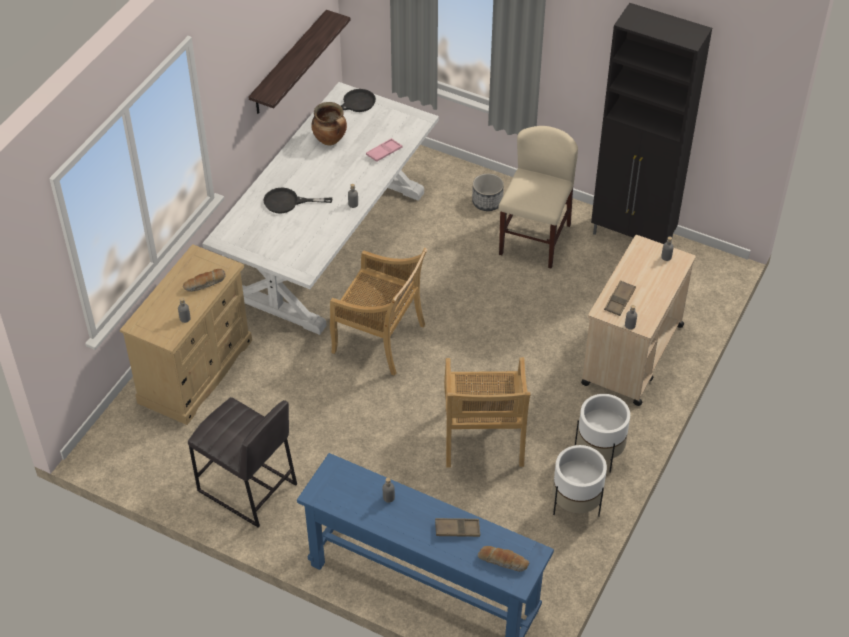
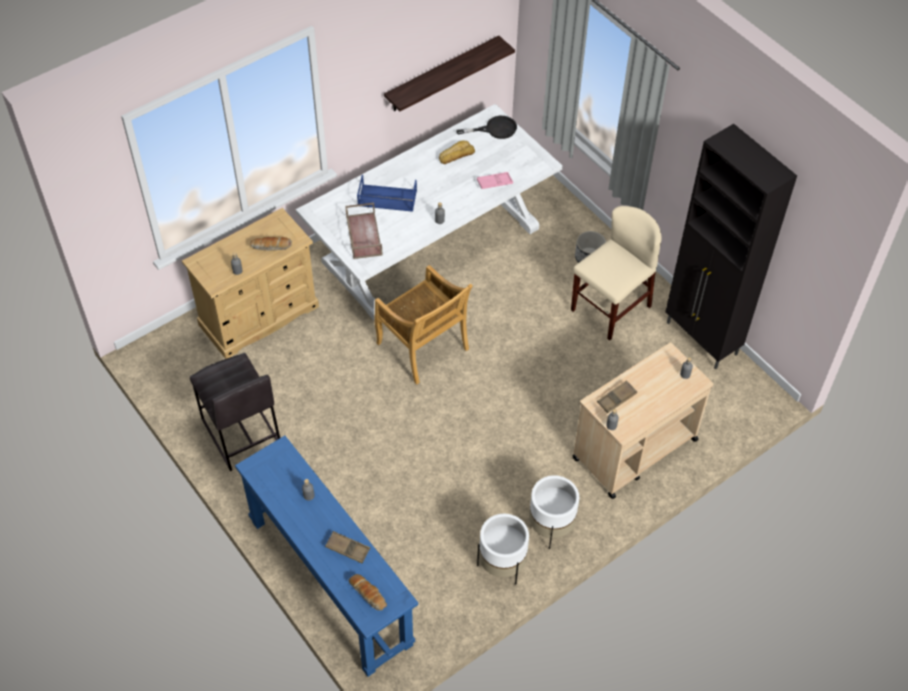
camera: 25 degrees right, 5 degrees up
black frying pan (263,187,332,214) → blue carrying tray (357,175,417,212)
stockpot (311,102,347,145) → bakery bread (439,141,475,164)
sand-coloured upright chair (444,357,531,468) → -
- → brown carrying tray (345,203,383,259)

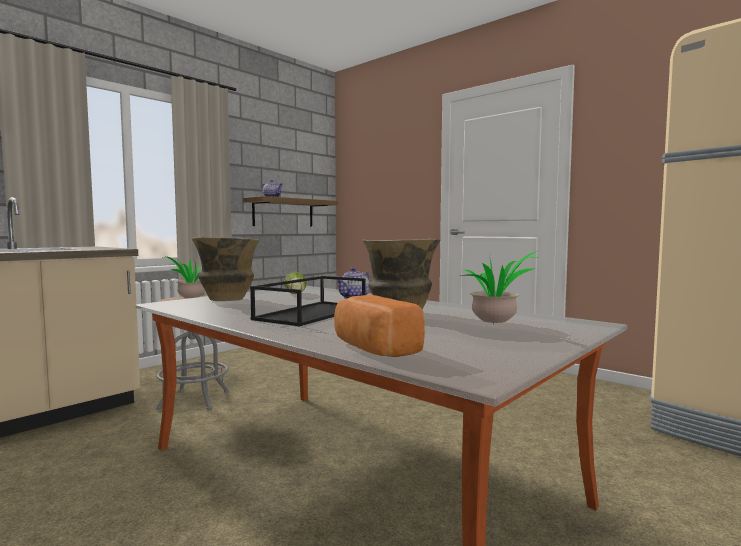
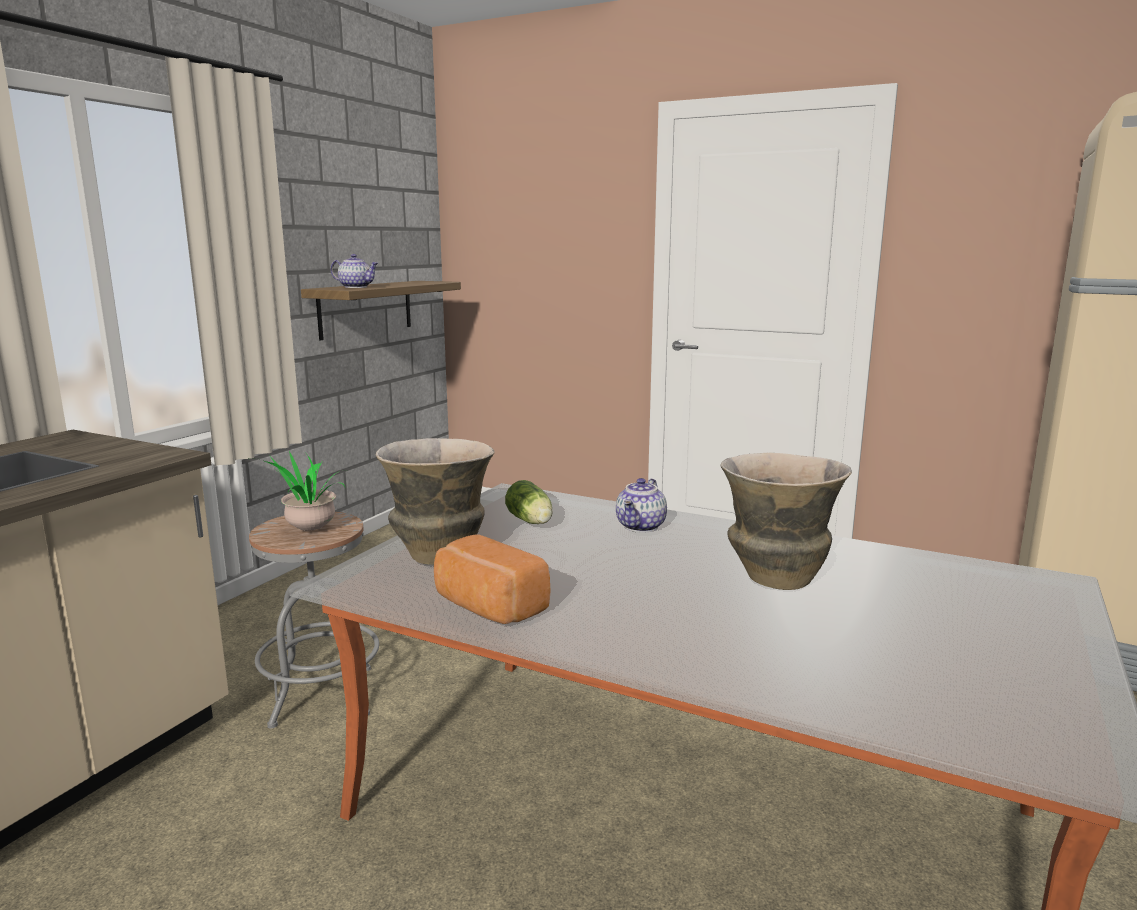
camera: 15 degrees left, 10 degrees up
black carrying tray (250,276,365,327) → -
bakery bread (334,295,425,357) → bakery bread (434,534,551,624), moved
plant in a pot (461,250,539,324) → -

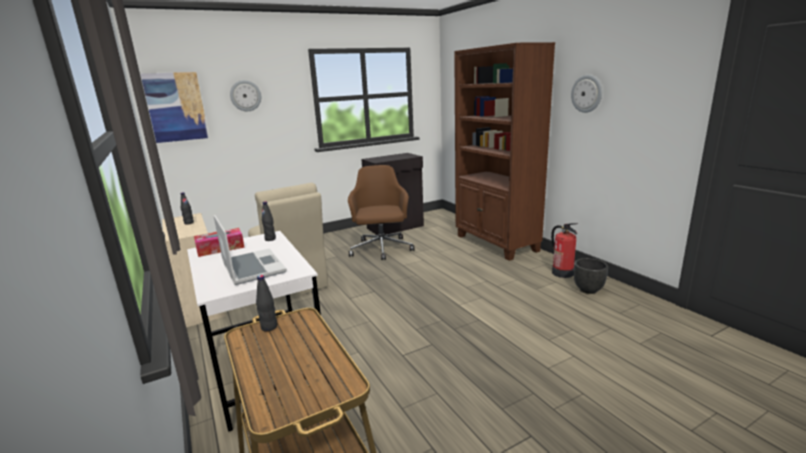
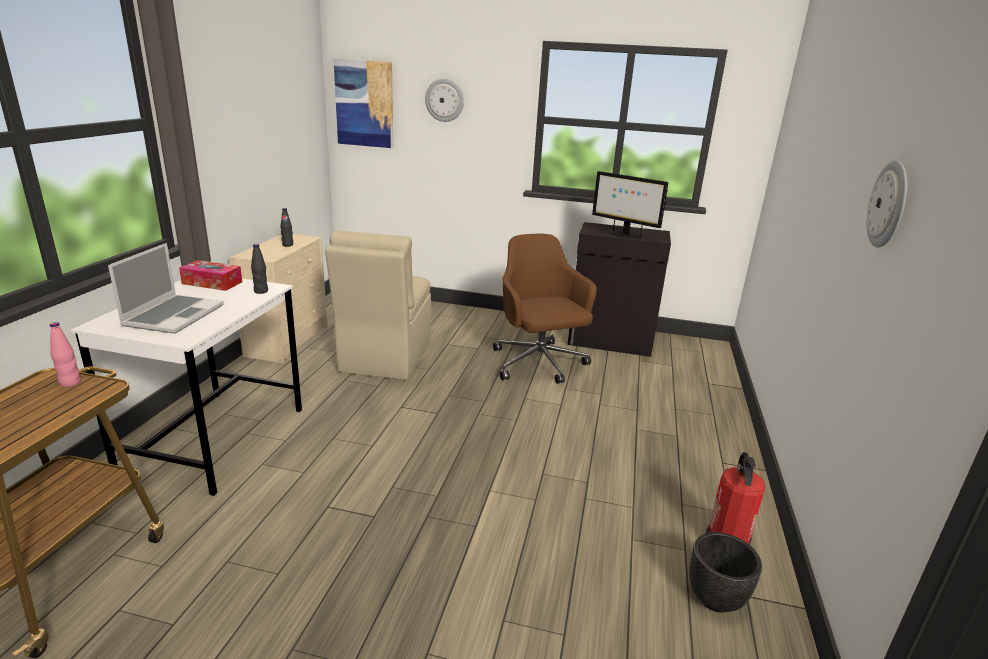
camera: 40 degrees right, 5 degrees up
black beverage bottle (256,275,277,332) → pink beverage bottle (50,322,81,387)
brown office chair (348,165,415,260) → brown office chair (493,234,597,384), 60 degrees counterclockwise
brown bookshelf (454,42,555,261) → -
- → computer screen (592,171,668,239)

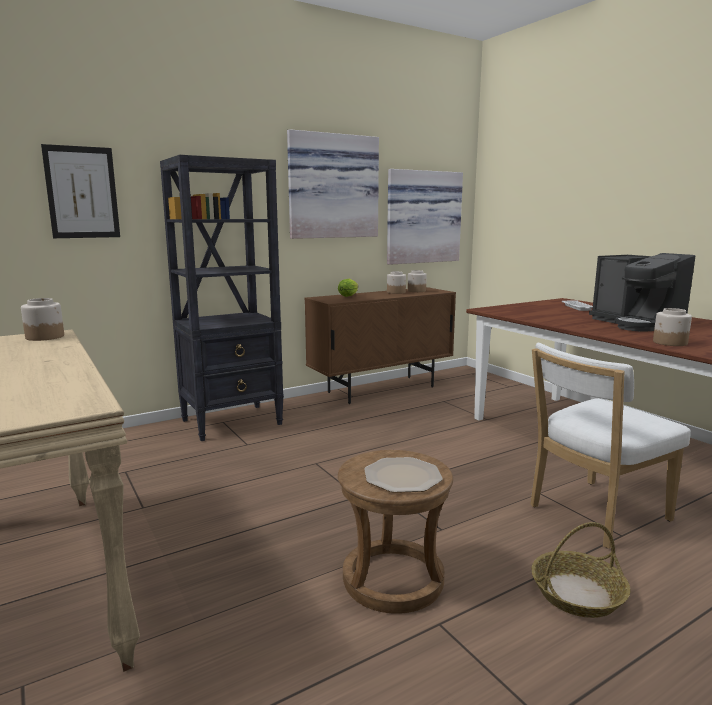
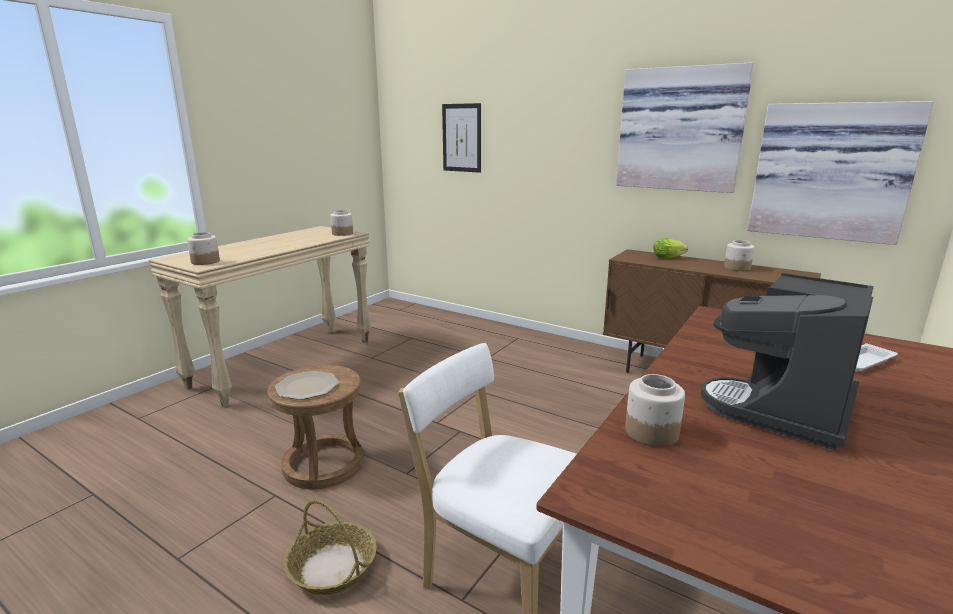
camera: 65 degrees right, 5 degrees up
black bookshelf (160,155,284,441) → -
storage jar (408,270,427,292) → storage jar (187,232,220,265), moved

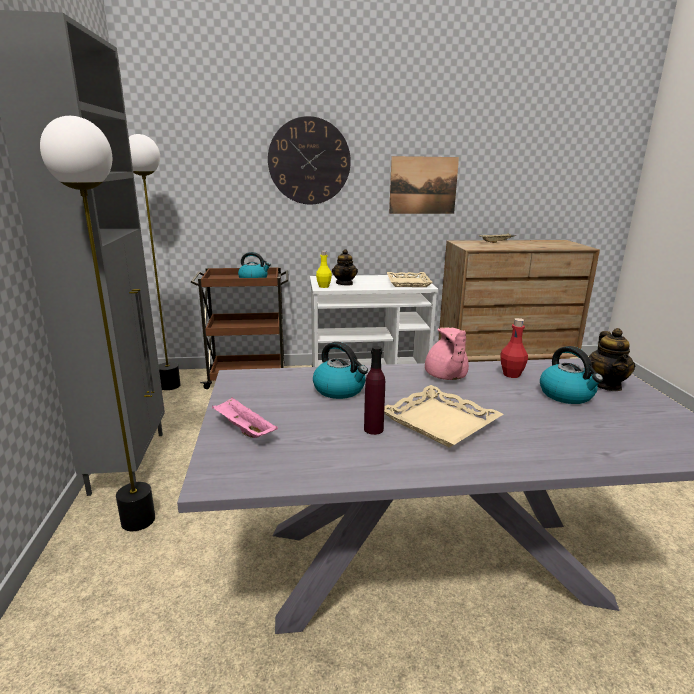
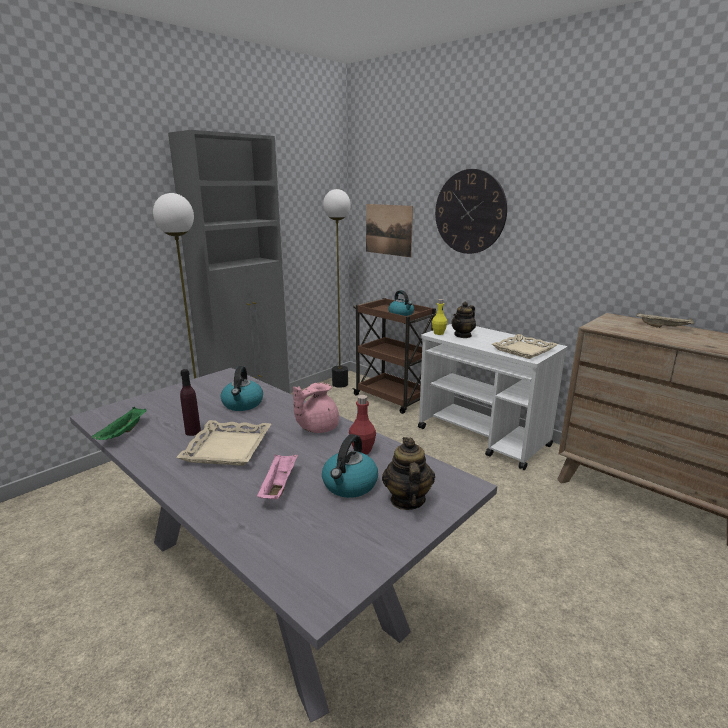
camera: 50 degrees right, 0 degrees up
pink carrying tray (212,397,278,438) → pink carrying tray (257,454,298,499), moved
picture (389,156,459,214) → picture (366,204,413,257), moved
teapot (589,328,635,391) → teapot (382,437,435,510), 120 degrees clockwise
- → greenish carrying tray (91,407,147,440)

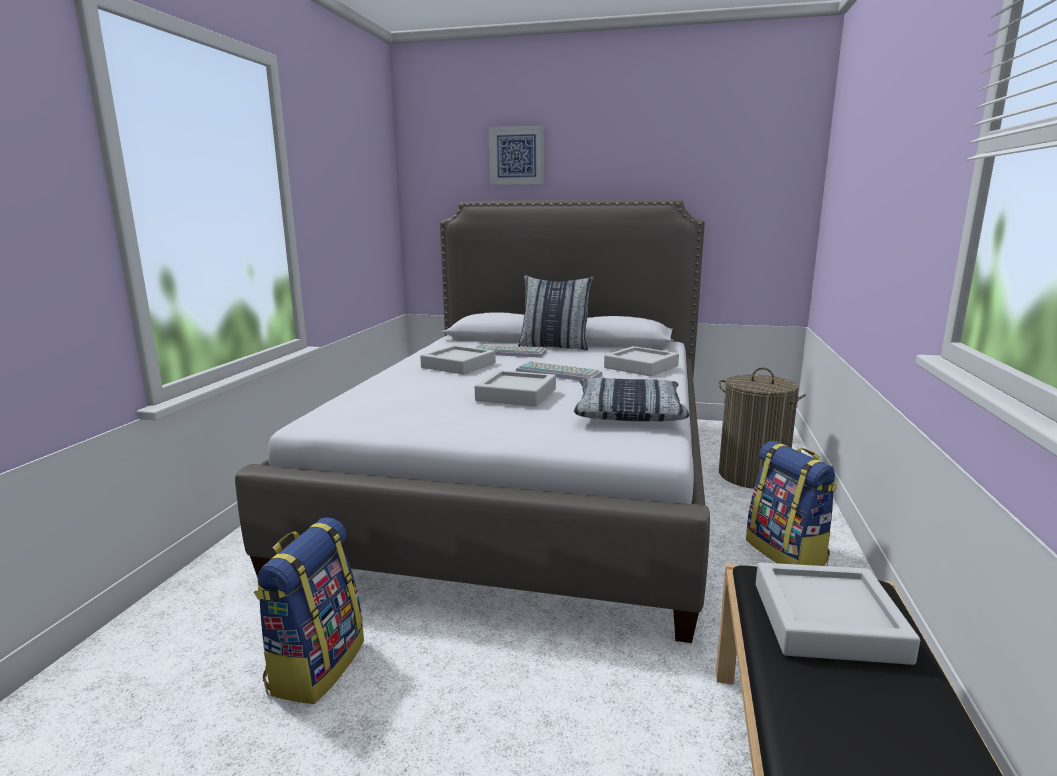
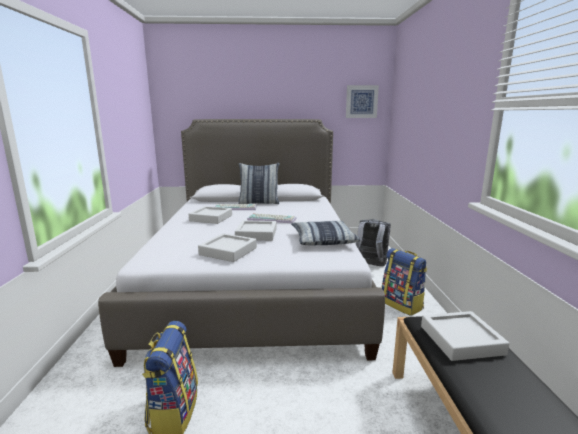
camera: 15 degrees left, 0 degrees up
picture (489,125,544,185) → picture (346,85,379,118), moved
greyish carrying tray (604,346,679,376) → greyish carrying tray (198,233,257,262), moved
washing basket (718,367,806,489) → greyish backpack (356,219,391,266)

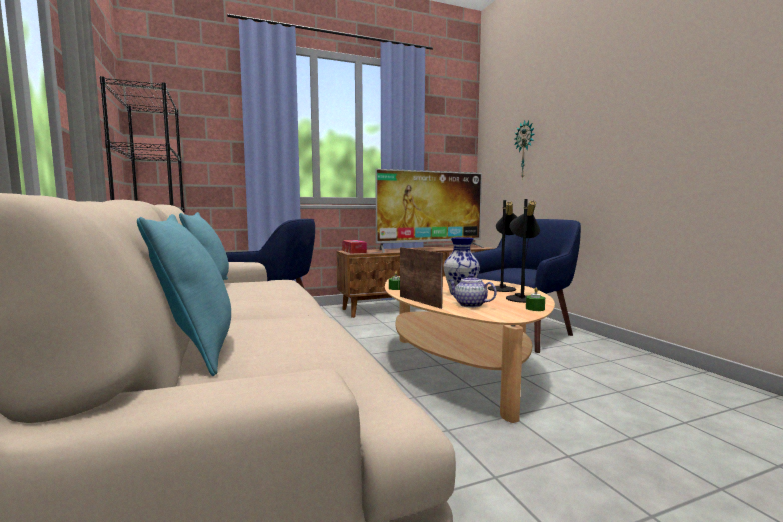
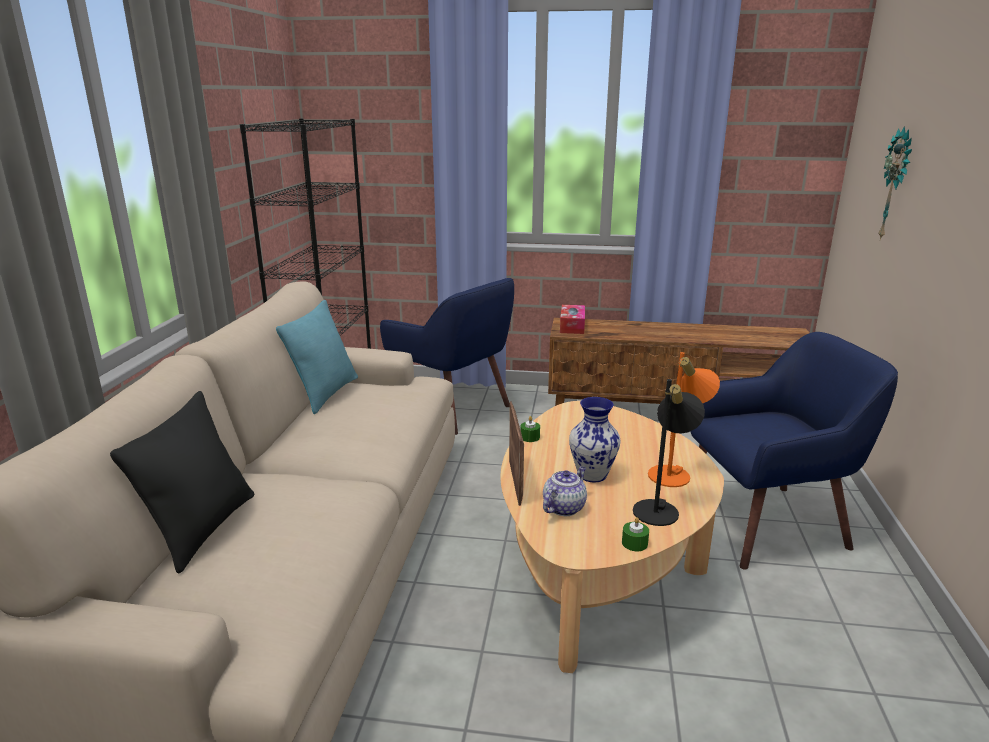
camera: 30 degrees right, 15 degrees up
blue-green cushion (137,214,231,376) → black cushion (110,391,254,573)
TV set (375,169,485,253) → -
teapot (448,274,497,308) → teapot (543,466,587,516), 60 degrees clockwise
black lamp for a table (488,200,517,292) → orange-coloured lamp for a table (648,352,720,487)

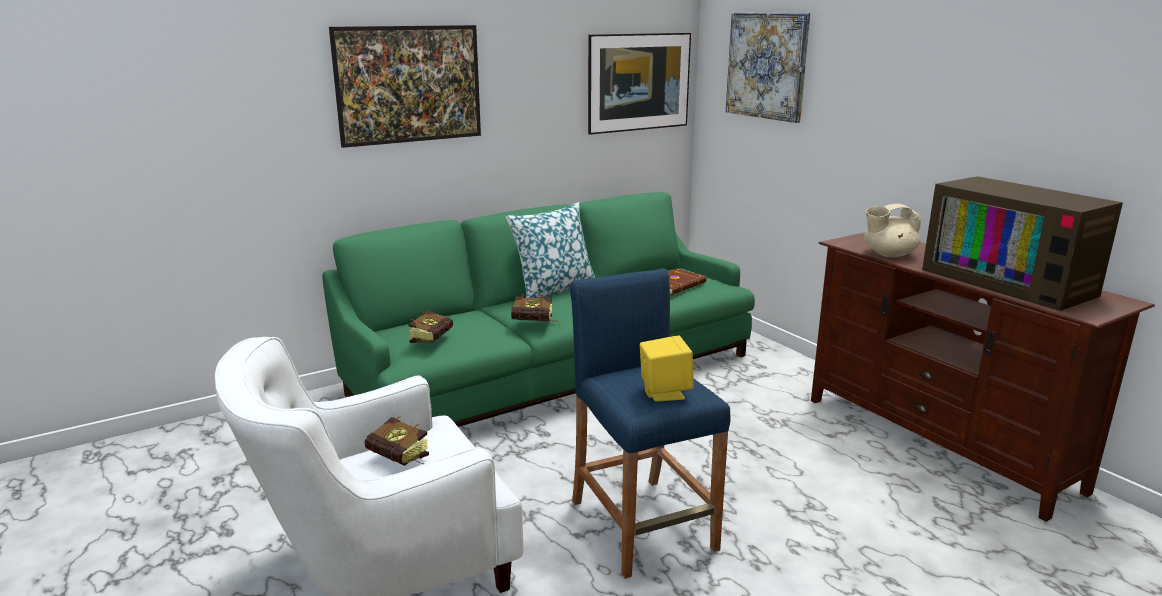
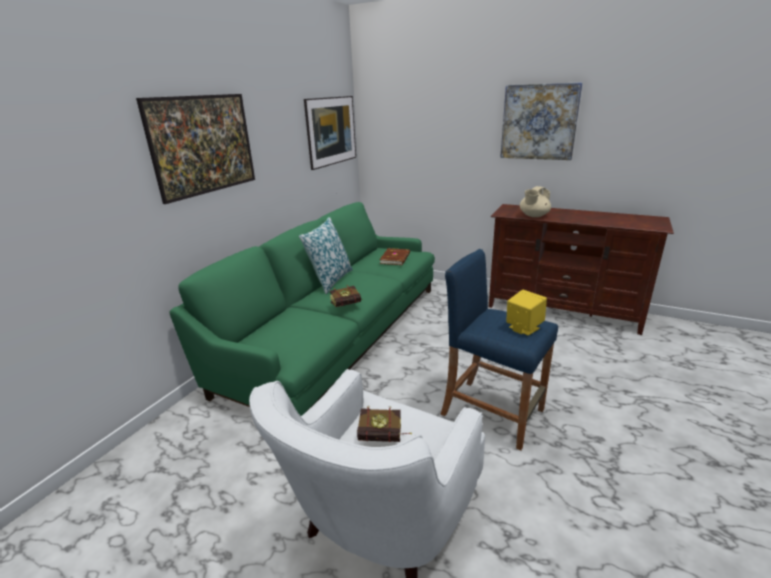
camera: 30 degrees left, 5 degrees up
book (408,310,453,343) → -
picture (726,13,810,123) → picture (500,82,583,160), moved
TV set (922,176,1123,311) → -

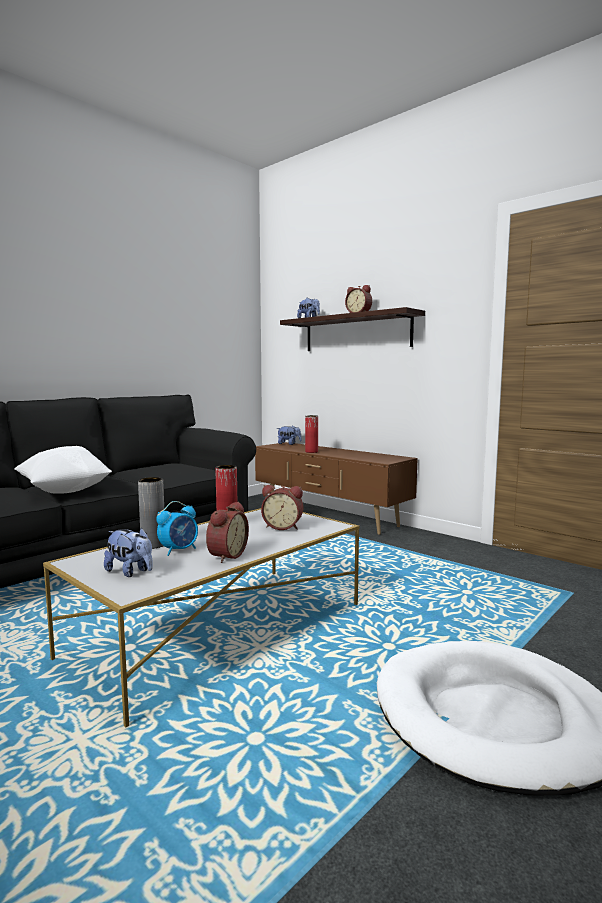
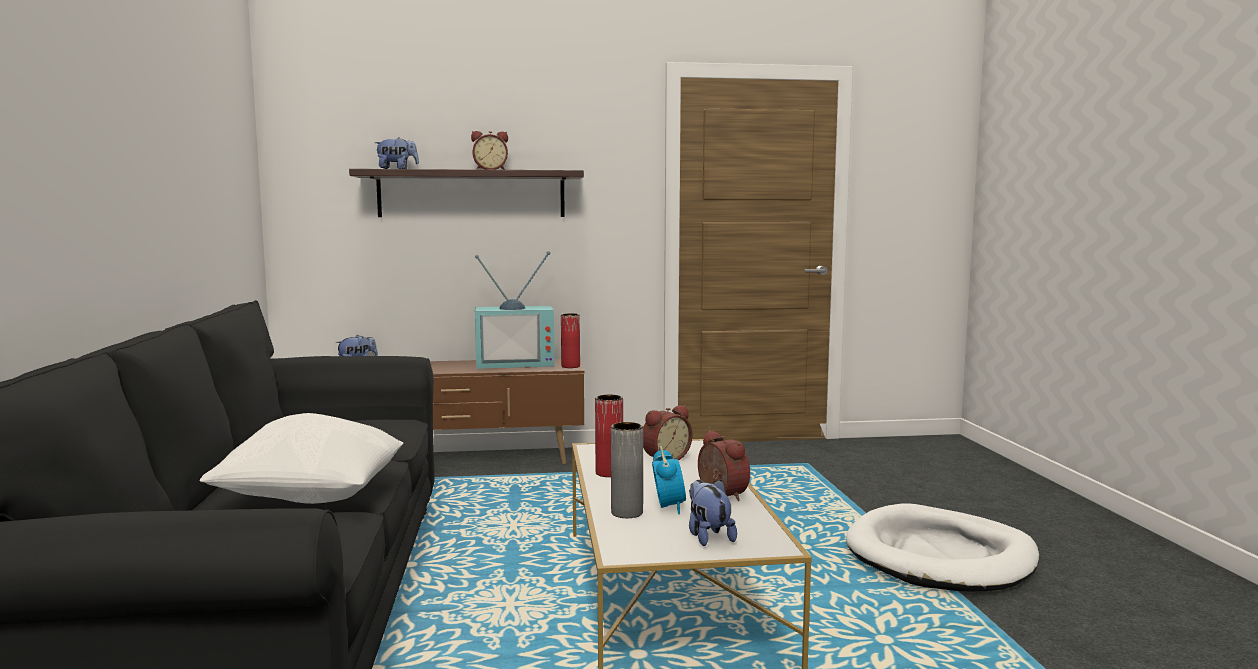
camera: 50 degrees left, 0 degrees up
plush toy (104,527,153,577) → plush toy (689,480,737,546), 90 degrees counterclockwise
reddish decorative vase (305,415,318,453) → reddish decorative vase (561,313,580,368), moved
- → TV set (475,251,555,369)

